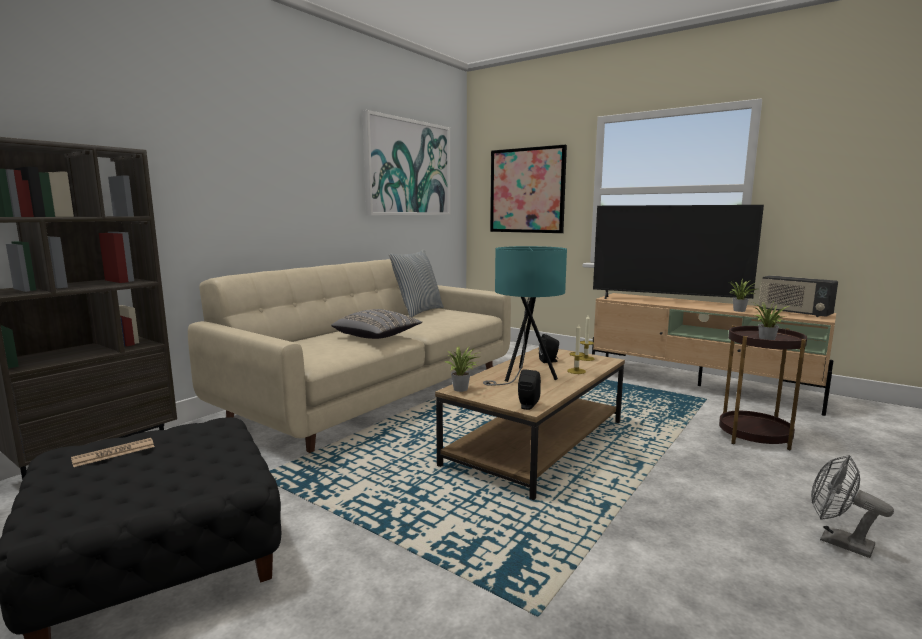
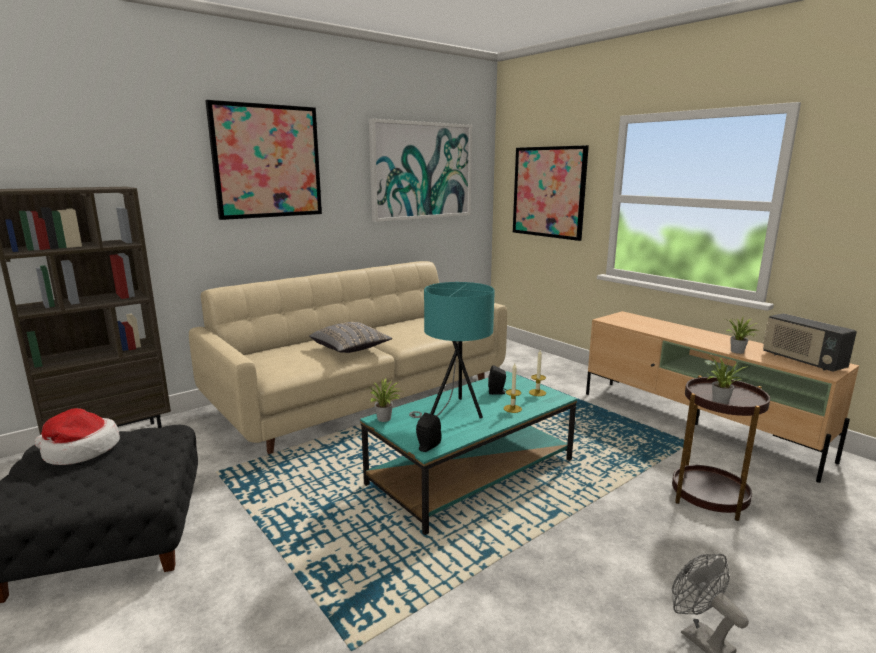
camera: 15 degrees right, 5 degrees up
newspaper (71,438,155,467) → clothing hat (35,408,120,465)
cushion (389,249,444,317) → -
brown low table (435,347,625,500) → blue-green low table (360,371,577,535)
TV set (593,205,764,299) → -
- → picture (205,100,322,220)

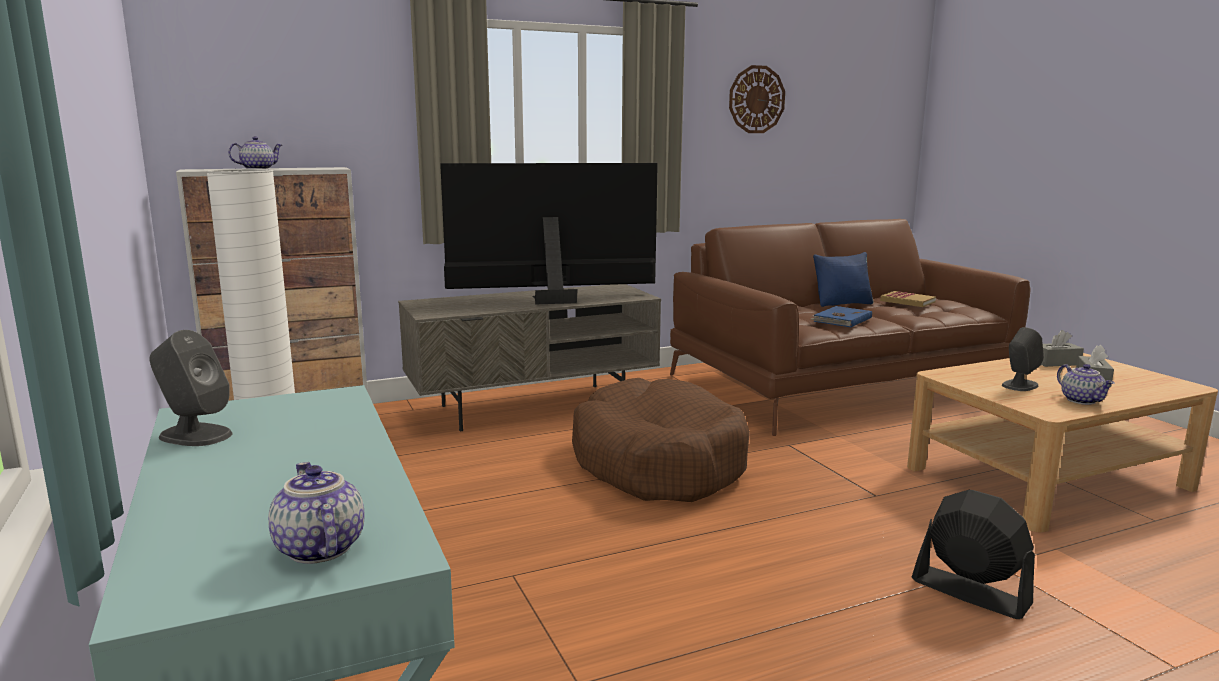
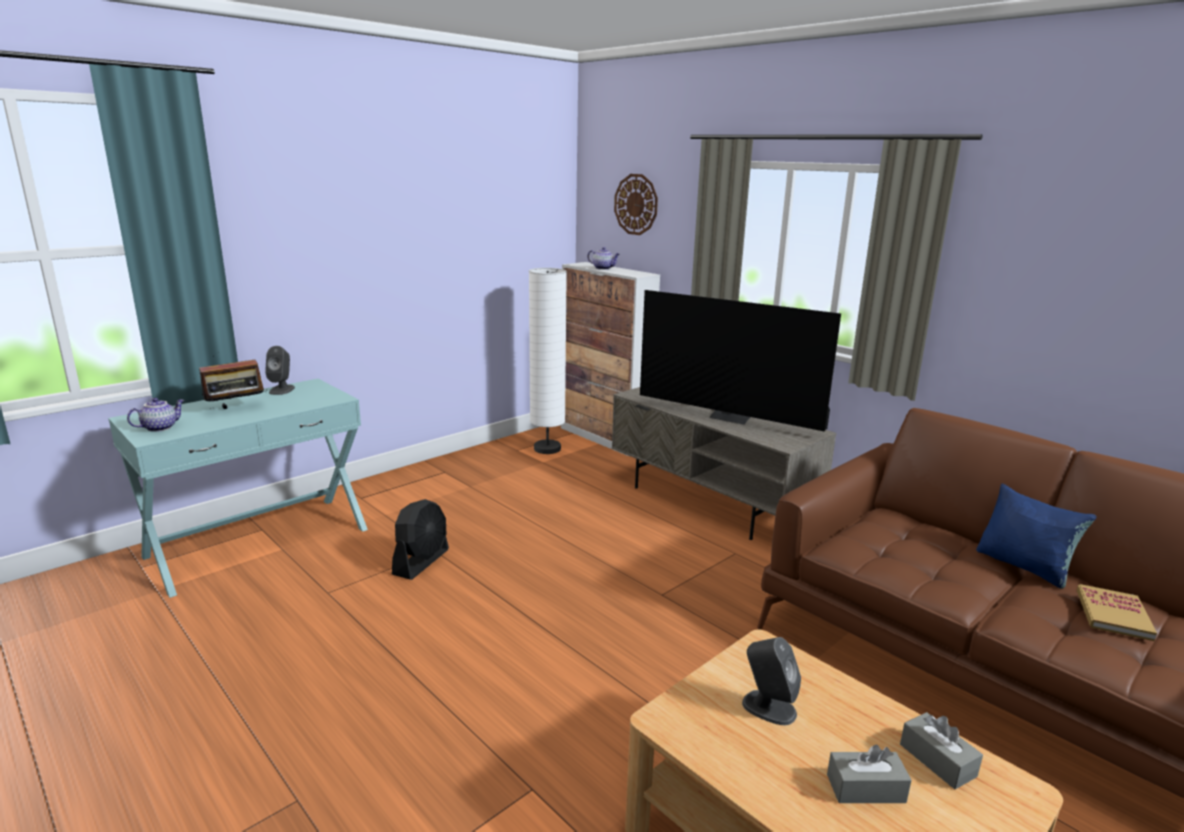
camera: 70 degrees right, 5 degrees up
TV set (440,163,658,304) → TV set (640,290,841,432), 150 degrees clockwise
brown pet bed (572,378,750,502) → -
hanging clock (729,65,785,133) → hanging clock (614,174,658,235), moved
blue book (811,306,872,328) → -
black electric fan (912,490,1035,619) → black electric fan (392,499,449,580), moved
teapot (1057,364,1114,405) → -
- → radio (199,357,267,409)

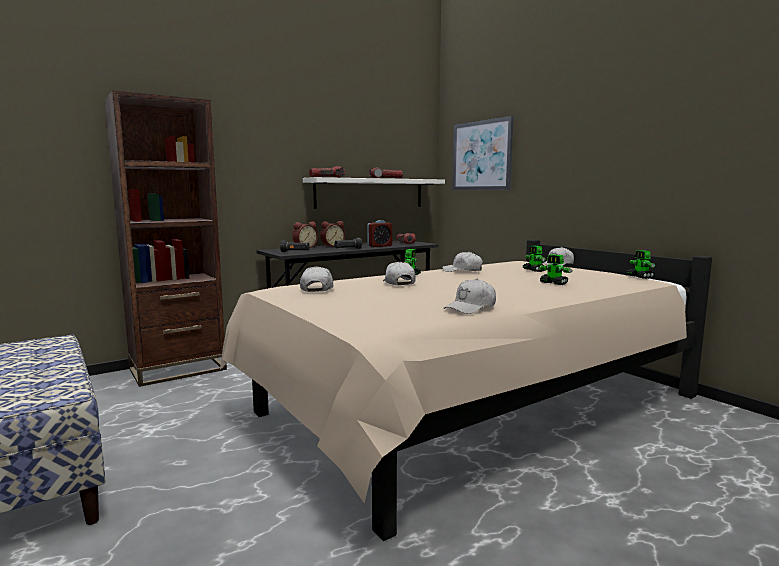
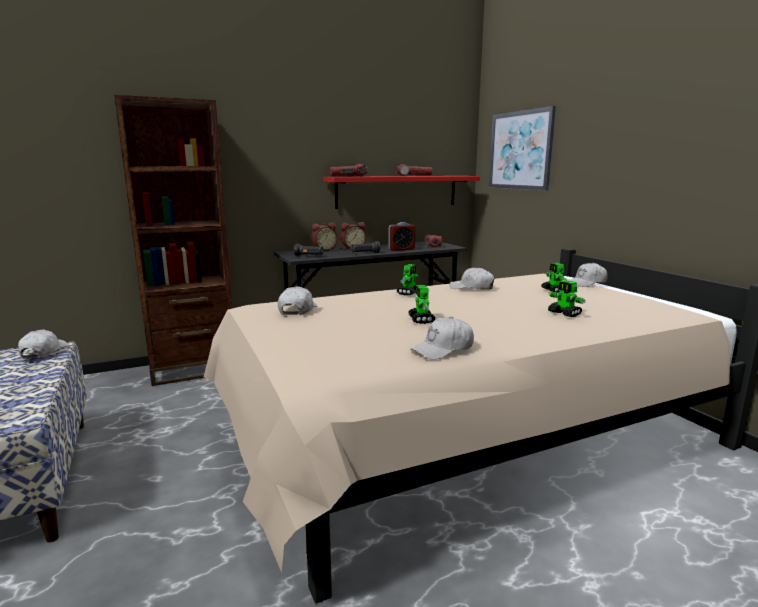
camera: 10 degrees right, 5 degrees up
whitish shelf (303,177,445,209) → reddish shelf (323,176,480,209)
whitish baseball cap (383,261,416,285) → whitish baseball cap (18,330,68,358), moved
toy robot (627,250,656,279) → toy robot (408,285,436,324), moved

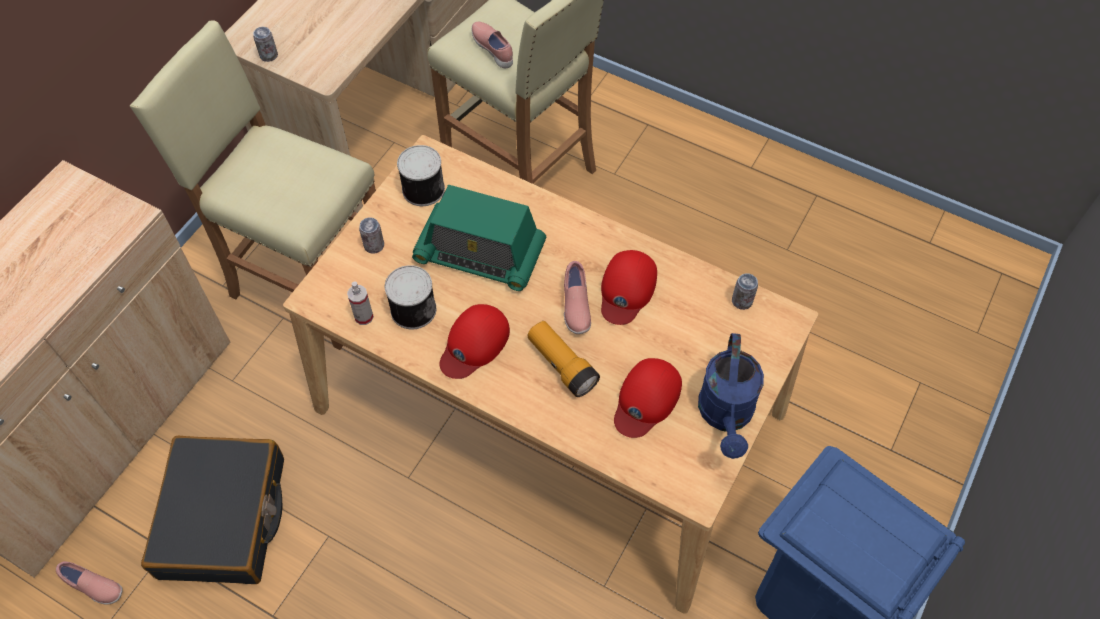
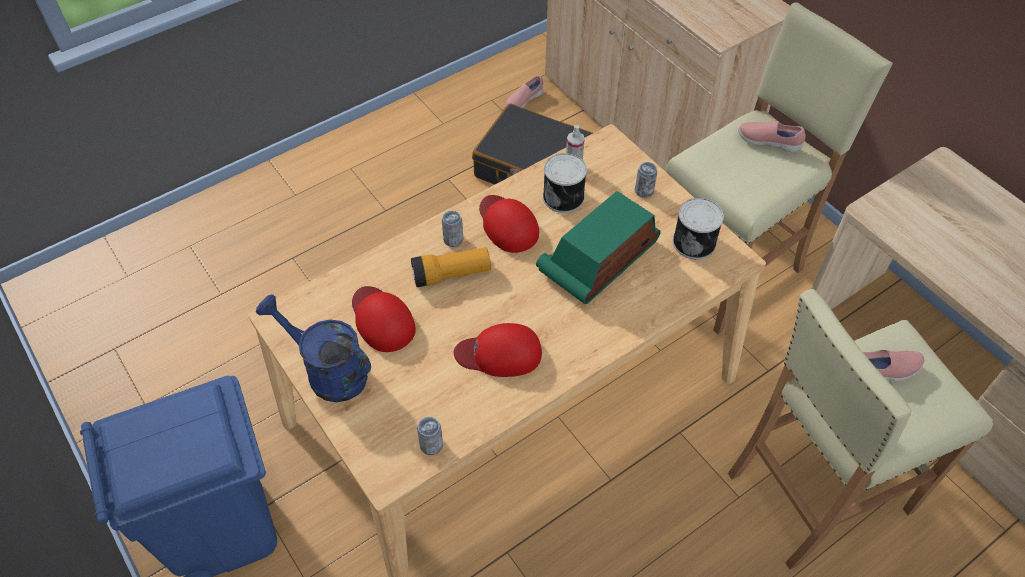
camera: 115 degrees right, 5 degrees down
metal can (253,27,278,62) → metal can (442,211,463,247), moved
pink item of footwear (564,261,591,334) → pink item of footwear (738,121,806,152), moved
reddish baseball cap (601,250,657,325) → reddish baseball cap (454,323,542,377), 45 degrees counterclockwise

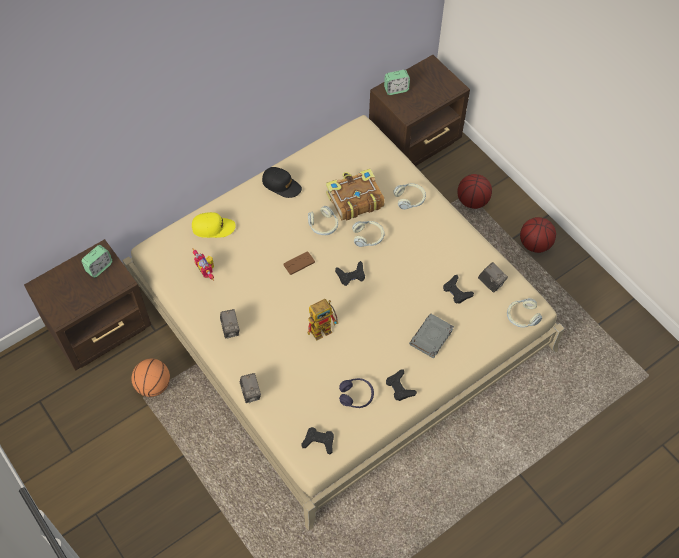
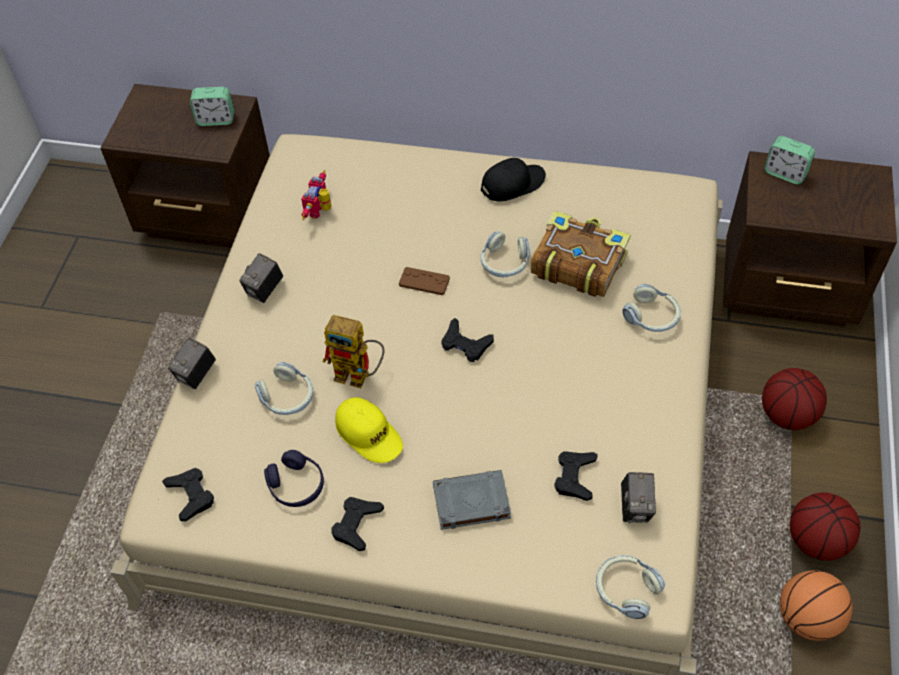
camera: 50 degrees right, 5 degrees down
ball for basketball (131,358,170,397) → ball for basketball (780,570,852,641), moved
yellow-coloured baseball cap (192,212,236,238) → yellow-coloured baseball cap (335,397,403,463), moved
black baseball cap (262,167,302,198) → black baseball cap (481,158,546,202), 105 degrees counterclockwise
headphones (352,221,384,247) → headphones (254,362,313,415), moved

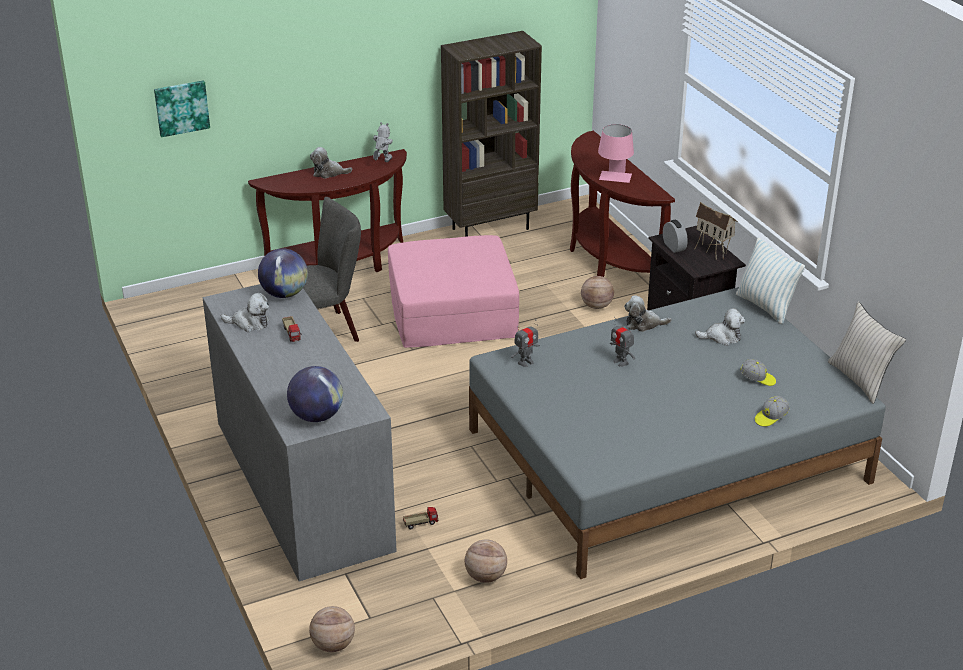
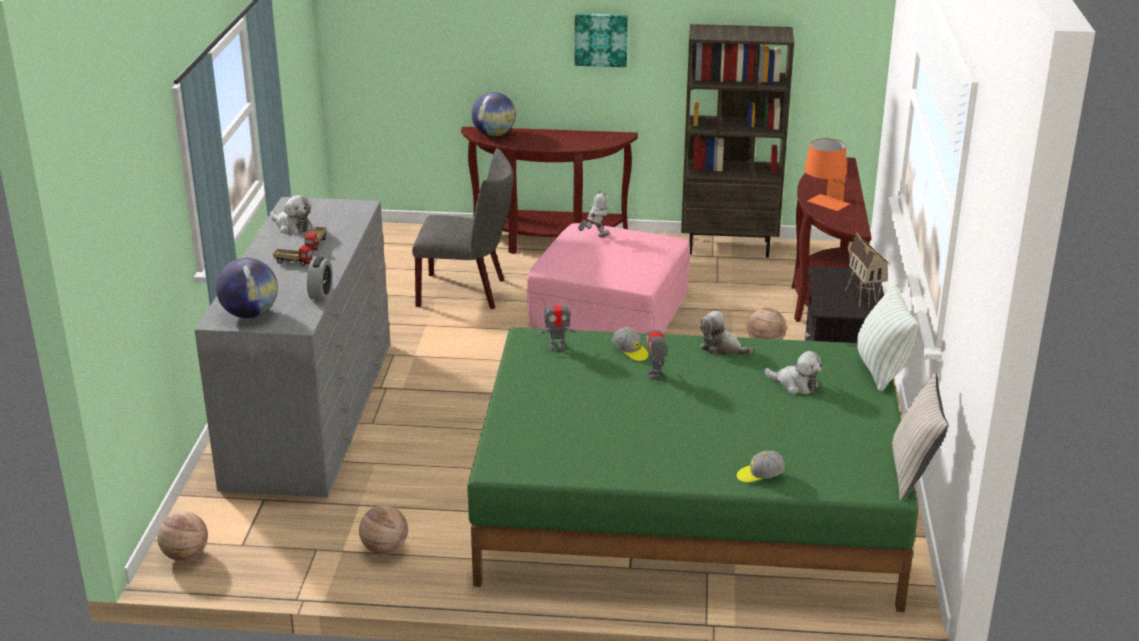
camera: 30 degrees right, 5 degrees down
picture (154,80,210,137) → picture (575,14,628,67), moved
desk globe (258,249,308,298) → desk globe (472,92,516,137), moved
plush toy (310,147,352,179) → -
toy robot (373,122,393,162) → toy robot (578,190,609,237), moved
model truck (403,507,438,529) → model truck (273,245,313,266), moved
greyish bedroom bed (469,287,886,579) → greenish bedroom bed (467,327,919,612)
pink lamp for a table (598,124,634,183) → orange-coloured lamp for a table (804,138,849,211)
alarm clock (663,220,688,253) → alarm clock (307,257,333,300), moved
baseball cap (740,359,776,386) → baseball cap (612,327,649,361), moved

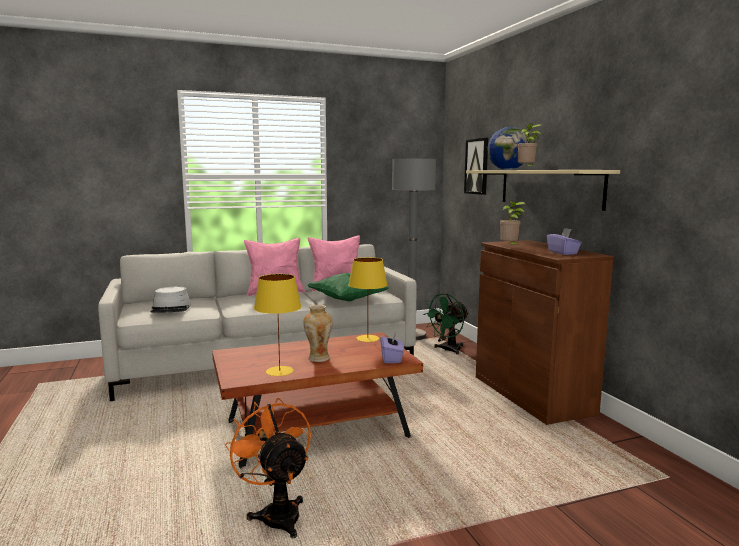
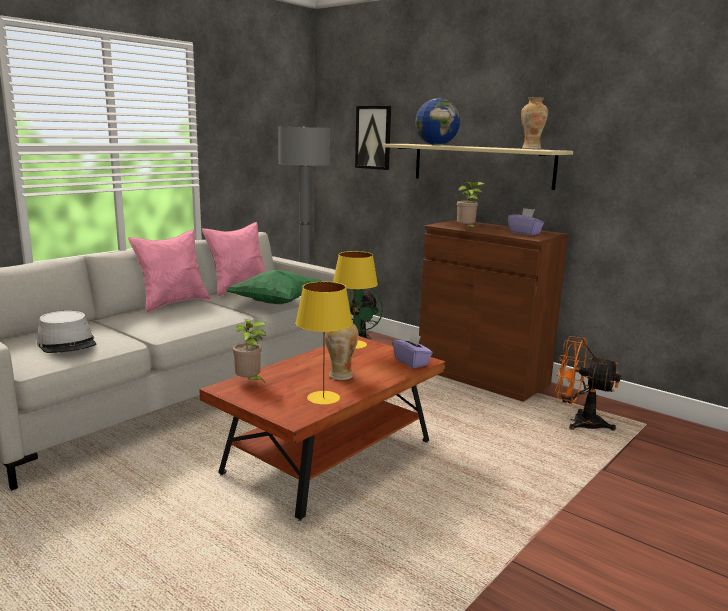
camera: 30 degrees left, 5 degrees up
orange-coloured electric fan (225,398,311,538) → orange-coloured electric fan (555,336,621,431), moved
plant in a pot (517,123,541,168) → plant in a pot (233,319,266,382), moved
- → decorative vase (521,97,548,149)

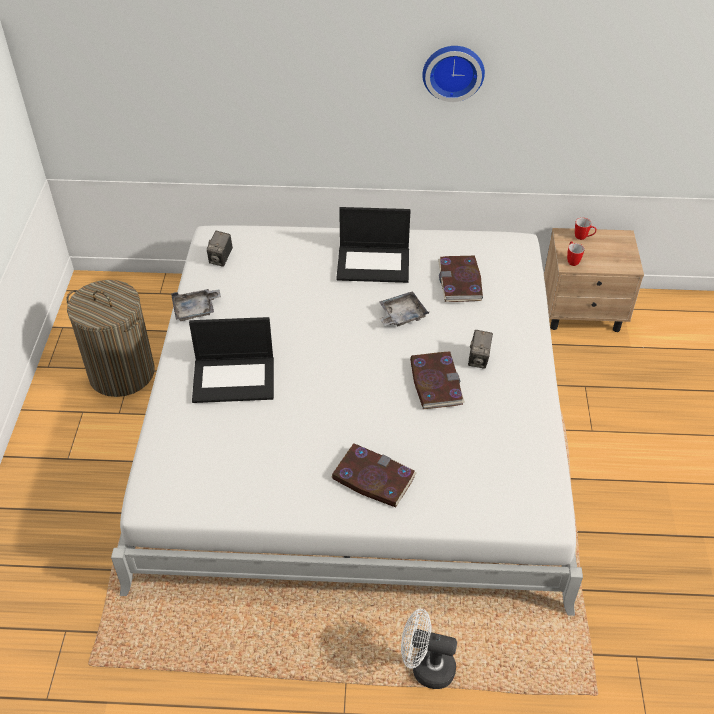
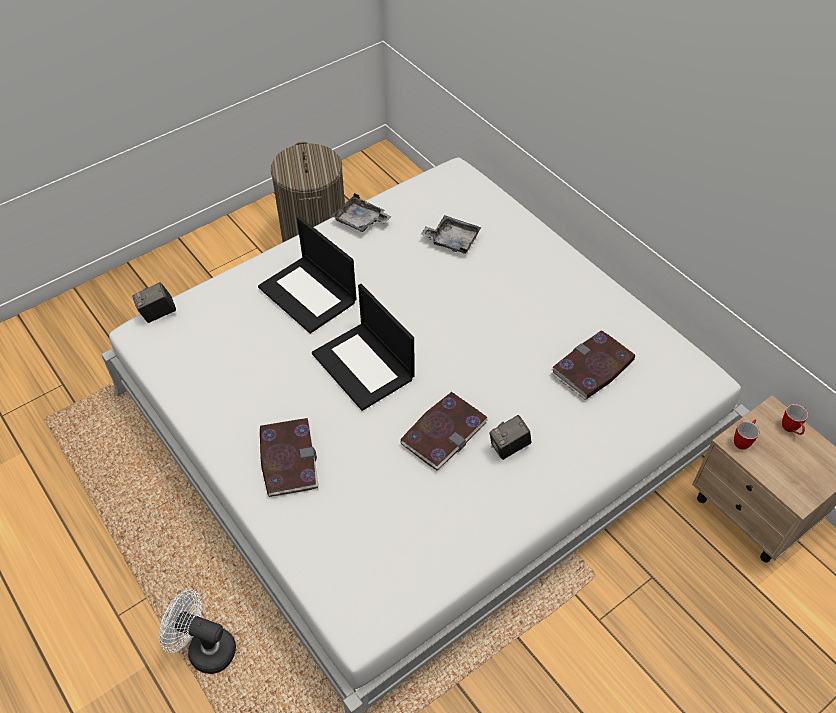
camera: 50 degrees right, 5 degrees up
still camera (207,231,233,267) → still camera (132,282,176,323), moved
laptop (337,207,411,283) → laptop (312,284,414,411), moved
greyish carrying tray (379,291,429,326) → greyish carrying tray (421,215,481,254), moved
whitish electric fan (401,609,457,689) → whitish electric fan (159,590,236,674), 45 degrees counterclockwise
hanging clock (422,46,485,102) → -

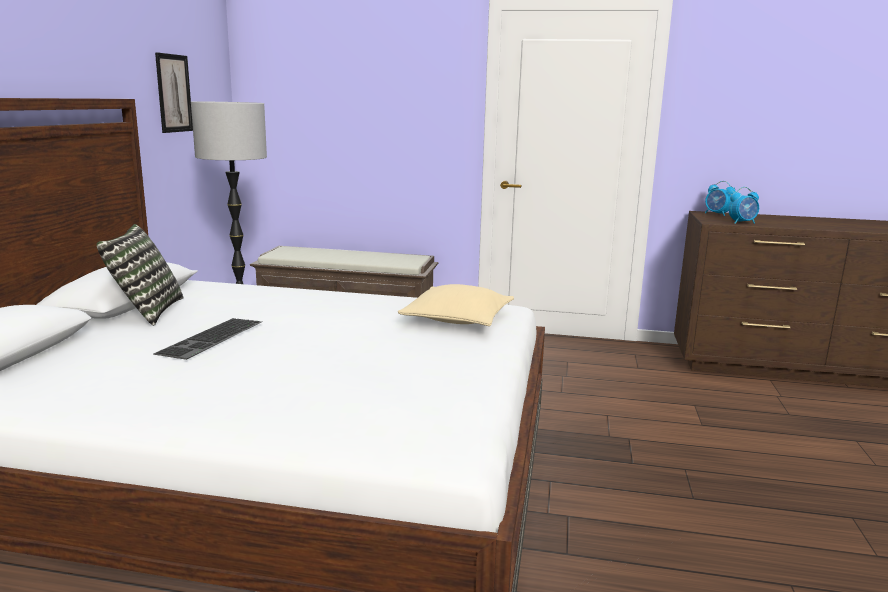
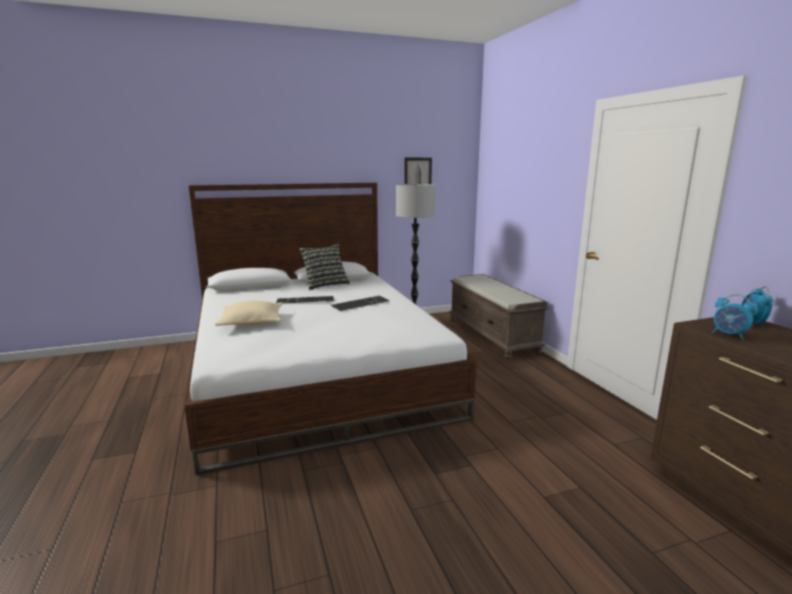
camera: 60 degrees right, 0 degrees up
sand-coloured cushion (398,284,514,326) → sand-coloured cushion (215,301,283,326), moved
- → PC keyboard (331,296,390,311)

